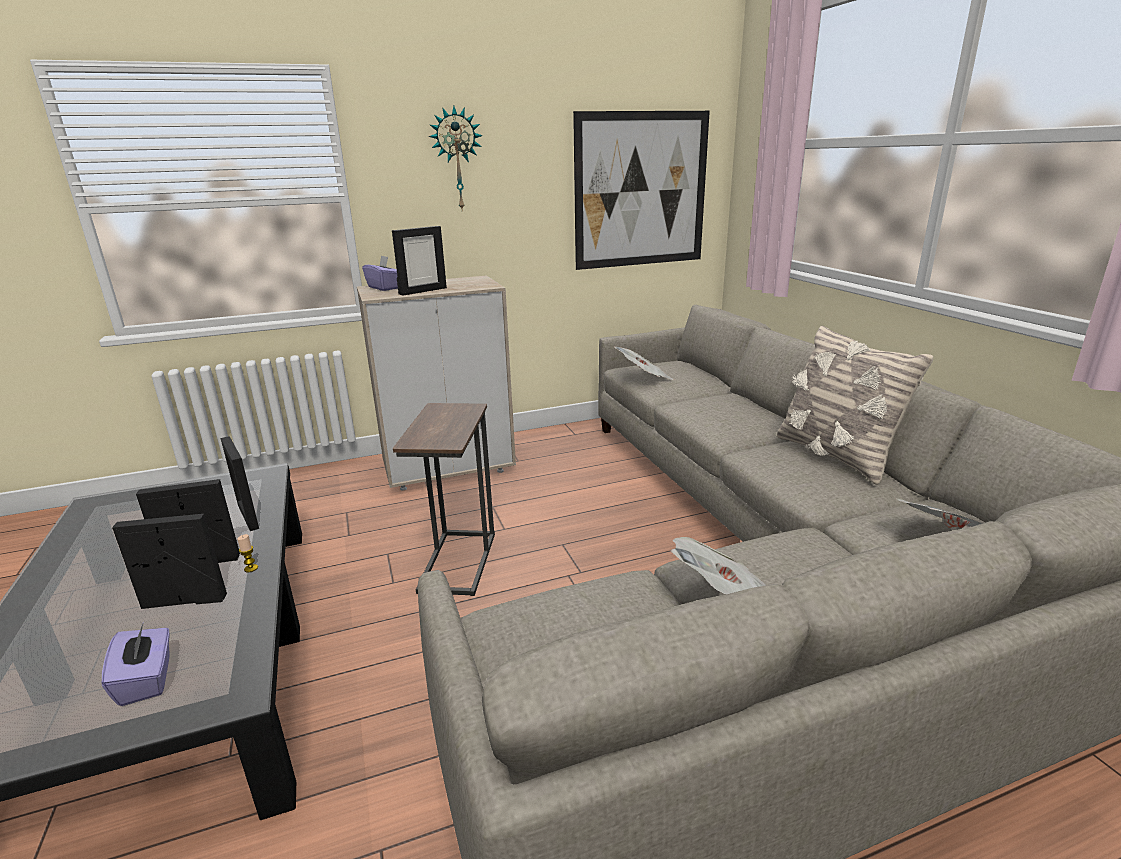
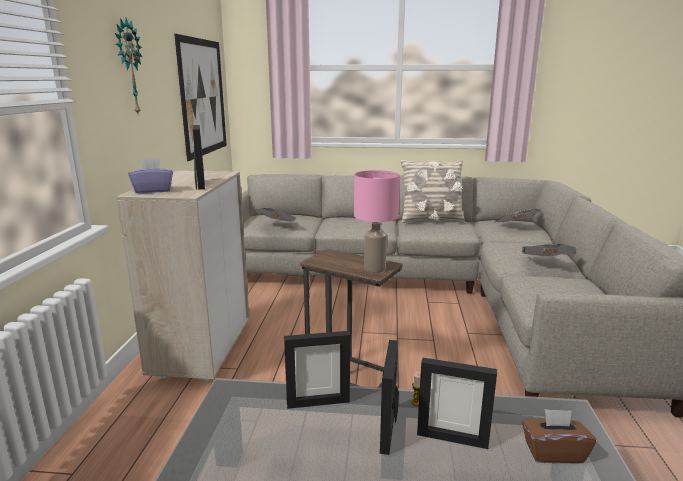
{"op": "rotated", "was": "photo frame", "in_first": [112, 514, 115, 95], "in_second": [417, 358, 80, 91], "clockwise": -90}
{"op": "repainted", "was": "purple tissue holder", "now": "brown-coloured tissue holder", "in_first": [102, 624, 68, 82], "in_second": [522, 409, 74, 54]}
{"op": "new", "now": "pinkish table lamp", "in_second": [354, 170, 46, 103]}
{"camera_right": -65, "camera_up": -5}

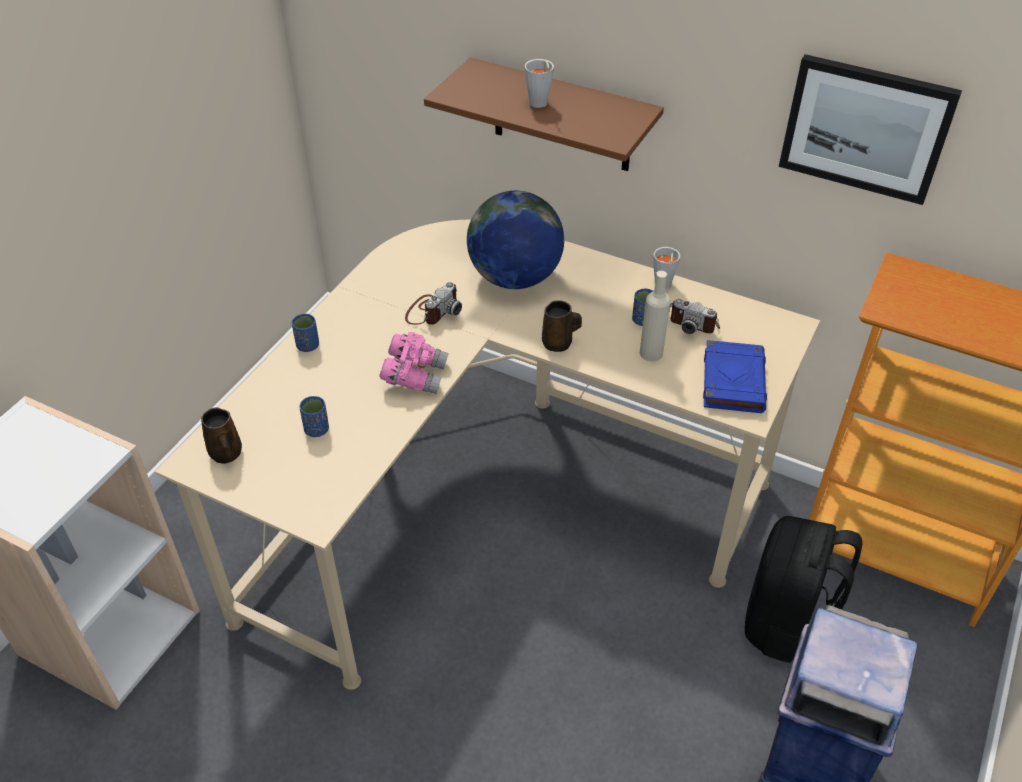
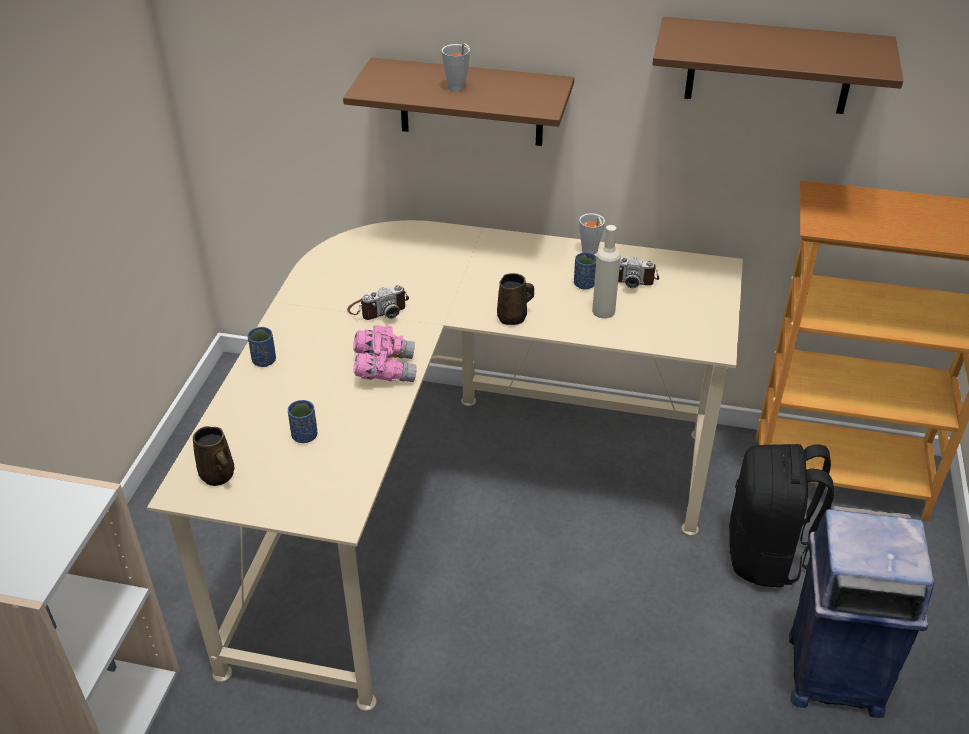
{"op": "swapped", "was": "picture", "now": "brown-coloured bracket shelf", "in_first": [779, 54, 183, 151], "in_second": [652, 17, 251, 97]}
{"op": "gone", "was": "desk globe", "in_first": [467, 191, 97, 98]}
{"op": "rotated", "was": "photo camera", "in_first": [405, 282, 57, 43], "in_second": [347, 285, 62, 35], "clockwise": 45}
{"op": "gone", "was": "bluish volume", "in_first": [703, 340, 64, 73]}
{"camera_right": -15, "camera_up": -5}

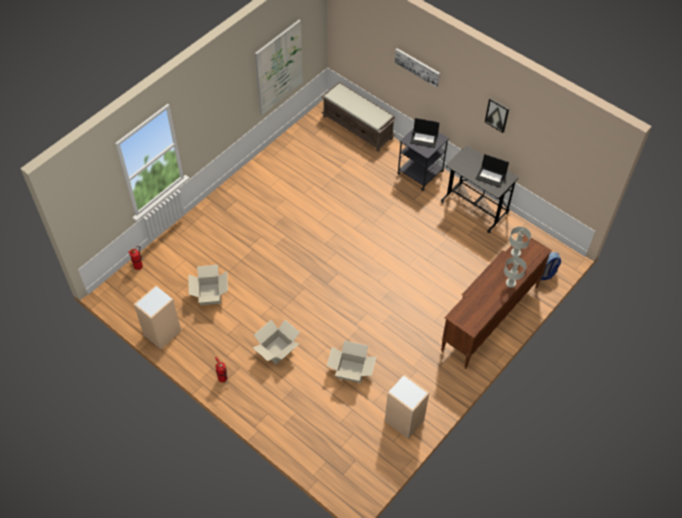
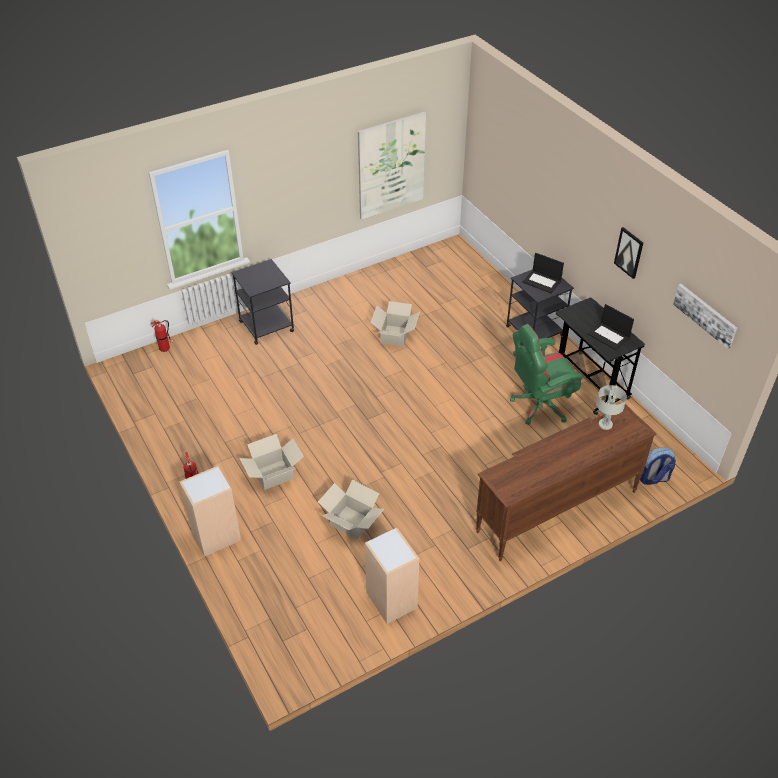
{"op": "shifted", "was": "picture", "in_first": [395, 48, 45, 39], "in_second": [673, 284, 64, 65]}
{"op": "gone", "was": "brown-coloured long seat", "in_first": [322, 82, 74, 70]}
{"op": "gone", "was": "grey table lamp", "in_first": [504, 257, 22, 31]}
{"op": "shifted", "was": "carton", "in_first": [188, 265, 40, 40], "in_second": [370, 301, 50, 46]}
{"op": "shifted", "was": "bookshelf", "in_first": [134, 285, 47, 65], "in_second": [180, 466, 61, 90]}
{"op": "new", "now": "black-coloured cart", "in_second": [231, 259, 63, 86]}
{"op": "new", "now": "green desk chair", "in_second": [510, 324, 73, 101]}
{"camera_right": 20, "camera_up": -10}

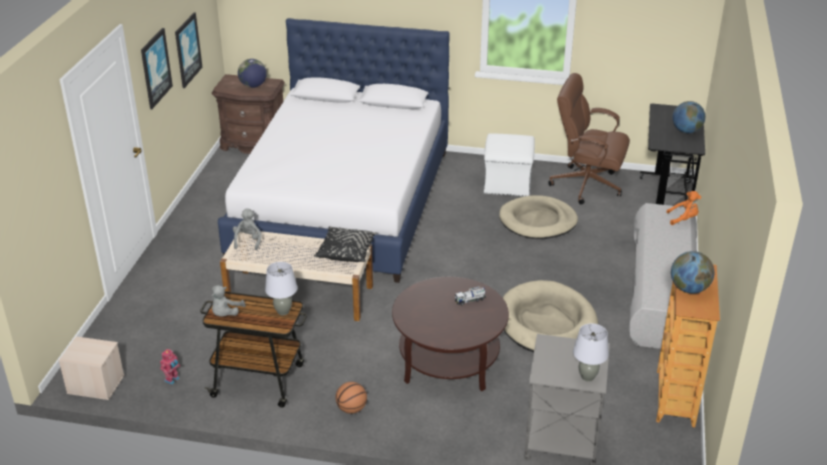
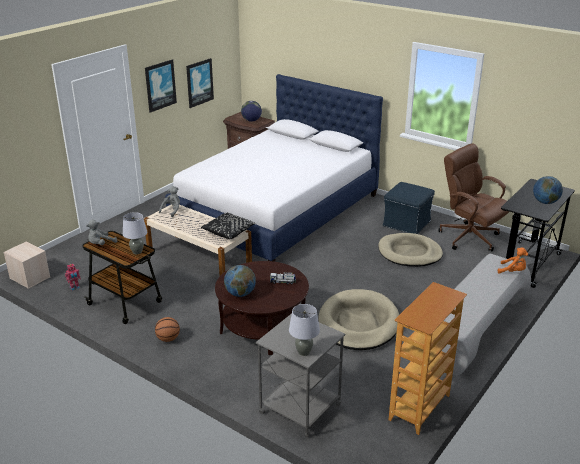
{"op": "repainted", "was": "whitish ottoman", "now": "bluish ottoman", "in_first": [483, 133, 52, 63], "in_second": [383, 182, 52, 52]}
{"op": "shifted", "was": "desk globe", "in_first": [671, 251, 44, 43], "in_second": [224, 265, 32, 32]}
{"camera_right": 25, "camera_up": -5}

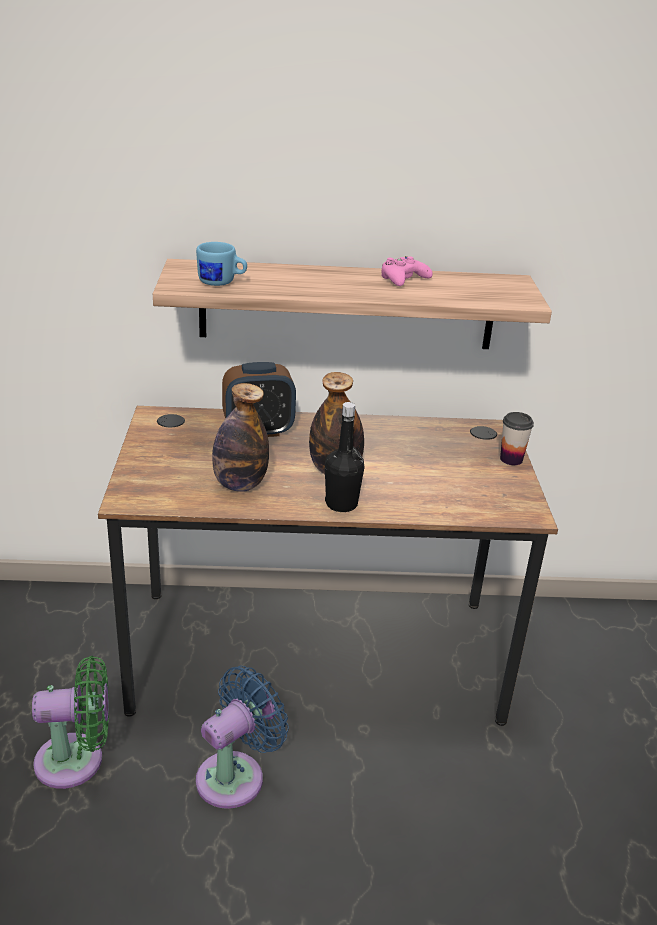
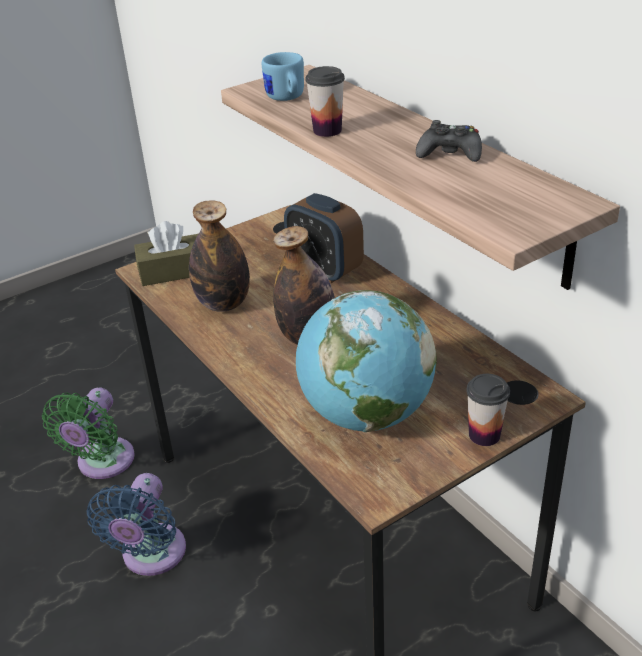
{"op": "repainted", "was": "pinkish joypad", "now": "black-coloured joypad", "in_first": [381, 256, 52, 30], "in_second": [416, 120, 66, 42]}
{"op": "gone", "was": "black-coloured bottle", "in_first": [325, 402, 39, 110]}
{"op": "rotated", "was": "green cooling fan", "in_first": [32, 656, 77, 133], "in_second": [42, 387, 93, 92], "clockwise": 60}
{"op": "rotated", "was": "bluish cooling fan", "in_first": [196, 666, 93, 143], "in_second": [87, 473, 99, 103], "clockwise": 90}
{"op": "new", "now": "drinking cup", "in_second": [306, 66, 39, 71]}
{"op": "new", "now": "brown-coloured tissue holder", "in_second": [134, 221, 64, 65]}
{"op": "new", "now": "desk globe", "in_second": [296, 290, 141, 142]}
{"camera_right": 60, "camera_up": 5}

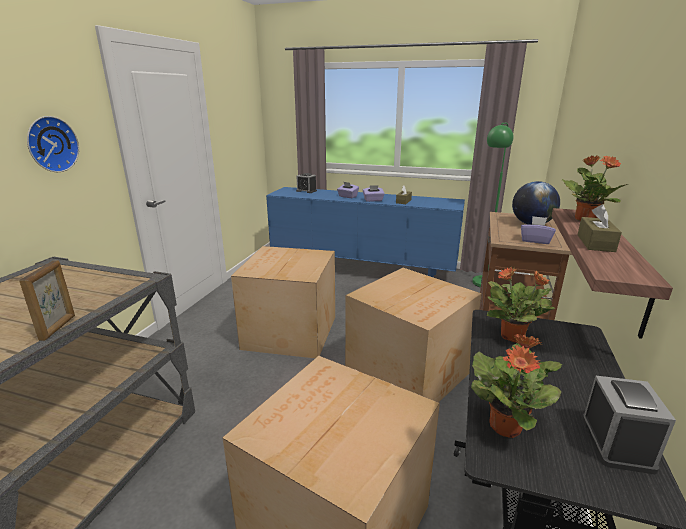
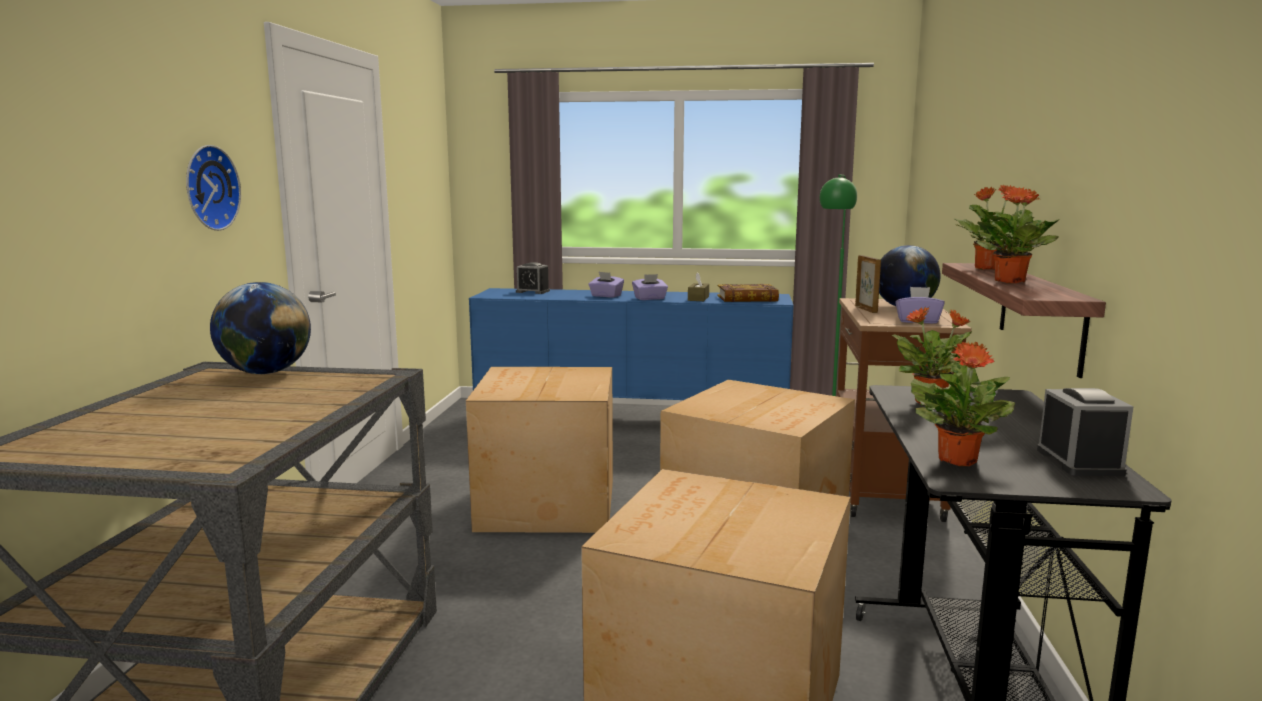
{"op": "swapped", "was": "brown-coloured tissue holder", "now": "potted plant", "in_first": [577, 204, 45, 48], "in_second": [976, 187, 84, 96]}
{"op": "shifted", "was": "photo frame", "in_first": [19, 260, 56, 81], "in_second": [855, 255, 26, 58]}
{"op": "new", "now": "desk globe", "in_second": [210, 282, 101, 92]}
{"op": "new", "now": "volume", "in_second": [717, 284, 62, 18]}
{"camera_right": -10, "camera_up": -10}

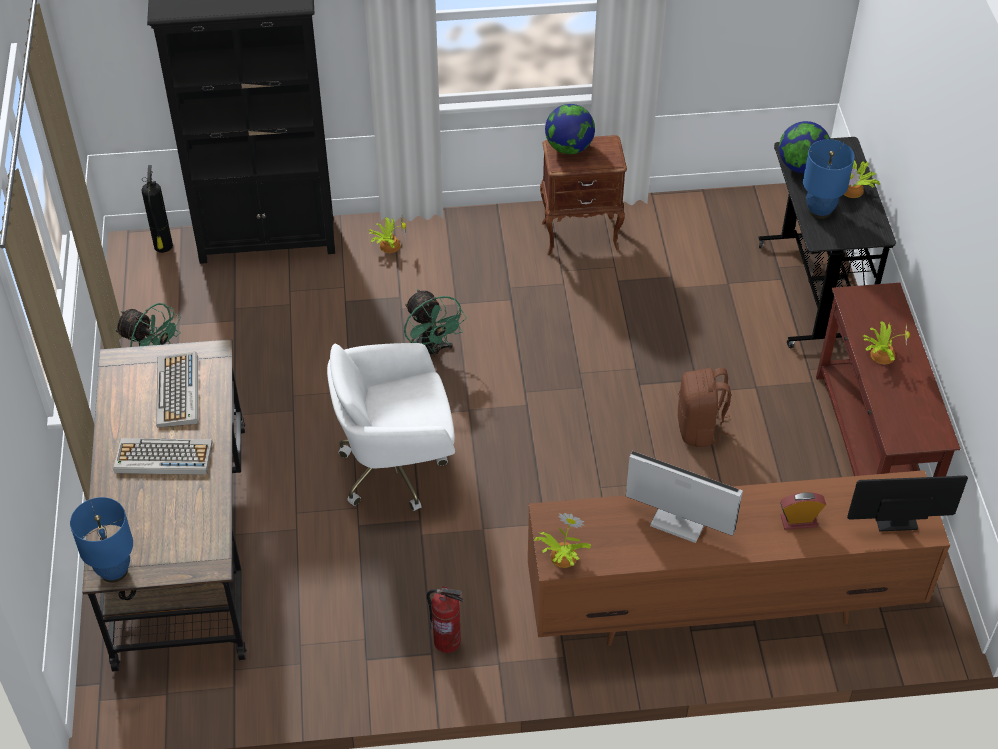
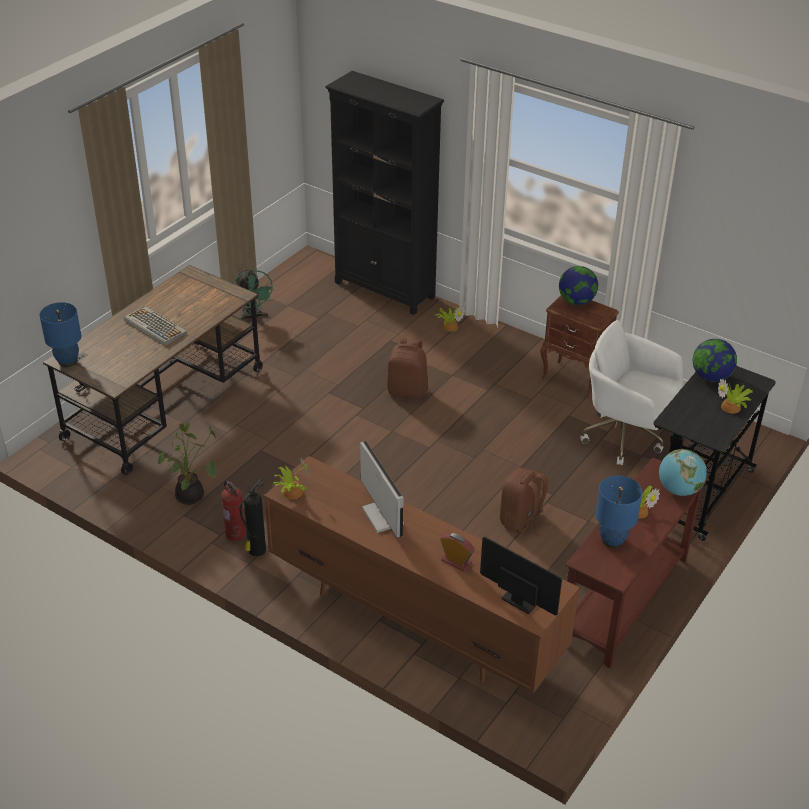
{"op": "shifted", "was": "bluish table lamp", "in_first": [803, 139, 52, 80], "in_second": [595, 475, 47, 73]}
{"op": "shifted", "was": "fire-fighting cylinder", "in_first": [141, 165, 32, 88], "in_second": [240, 478, 26, 79]}
{"op": "swapped", "was": "green cooling fan", "now": "brown-coloured backpack", "in_first": [404, 289, 63, 68], "in_second": [387, 338, 41, 61]}
{"op": "shifted", "was": "whitish desk chair", "in_first": [327, 343, 128, 168], "in_second": [580, 320, 103, 145]}
{"op": "gone", "was": "keyboard", "in_first": [156, 352, 42, 75]}
{"op": "new", "now": "potted plant", "in_second": [157, 423, 60, 82]}
{"op": "new", "now": "desk globe", "in_second": [659, 449, 48, 47]}
{"camera_right": 40, "camera_up": -10}

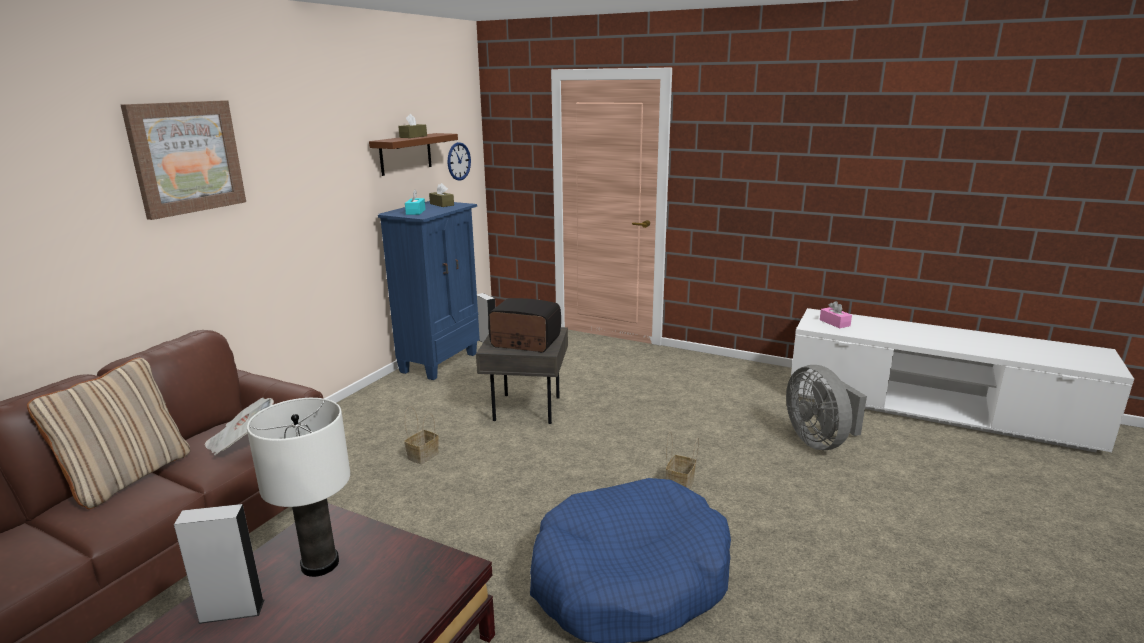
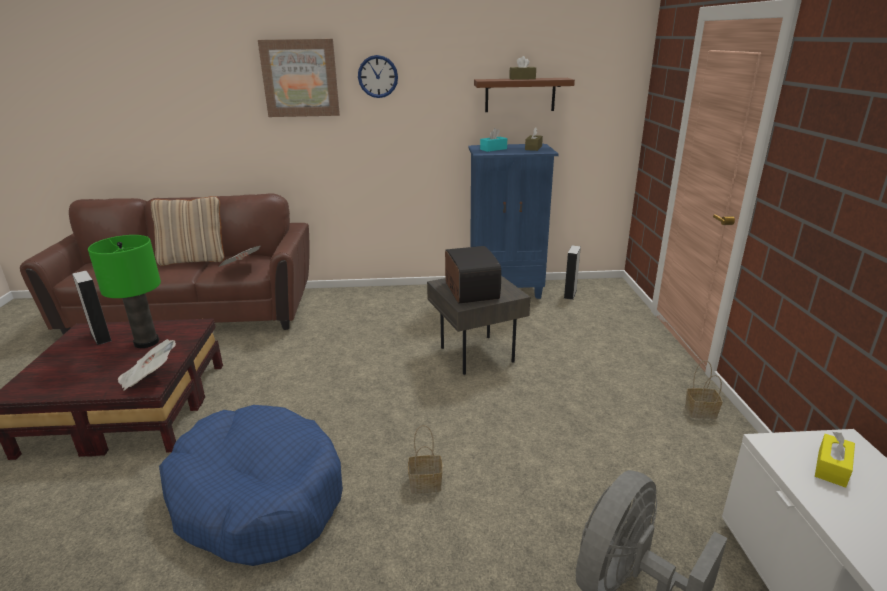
{"op": "shifted", "was": "wall clock", "in_first": [448, 142, 23, 38], "in_second": [358, 55, 40, 43]}
{"op": "repainted", "was": "pinkish tissue holder", "now": "yellow-coloured tissue holder", "in_first": [820, 301, 32, 27], "in_second": [815, 432, 40, 55]}
{"op": "repainted", "was": "whitish table lamp", "now": "green table lamp", "in_first": [247, 398, 103, 179], "in_second": [88, 235, 73, 113]}
{"op": "shifted", "was": "basket", "in_first": [404, 406, 35, 58], "in_second": [685, 360, 38, 59]}
{"op": "new", "now": "daily paper", "in_second": [117, 339, 59, 52]}
{"camera_right": 60, "camera_up": 5}

